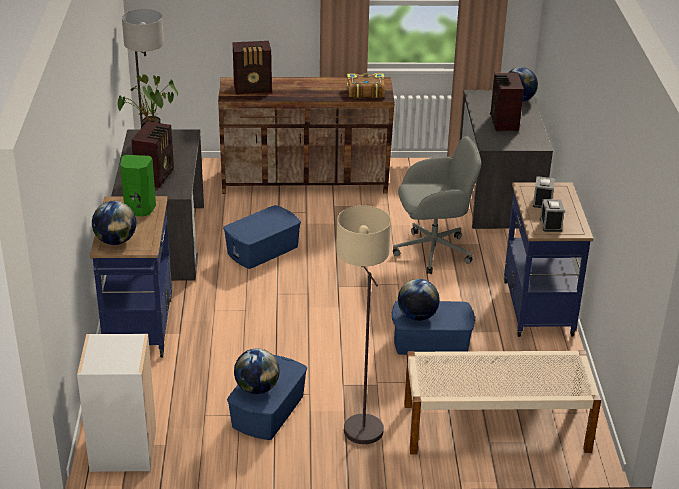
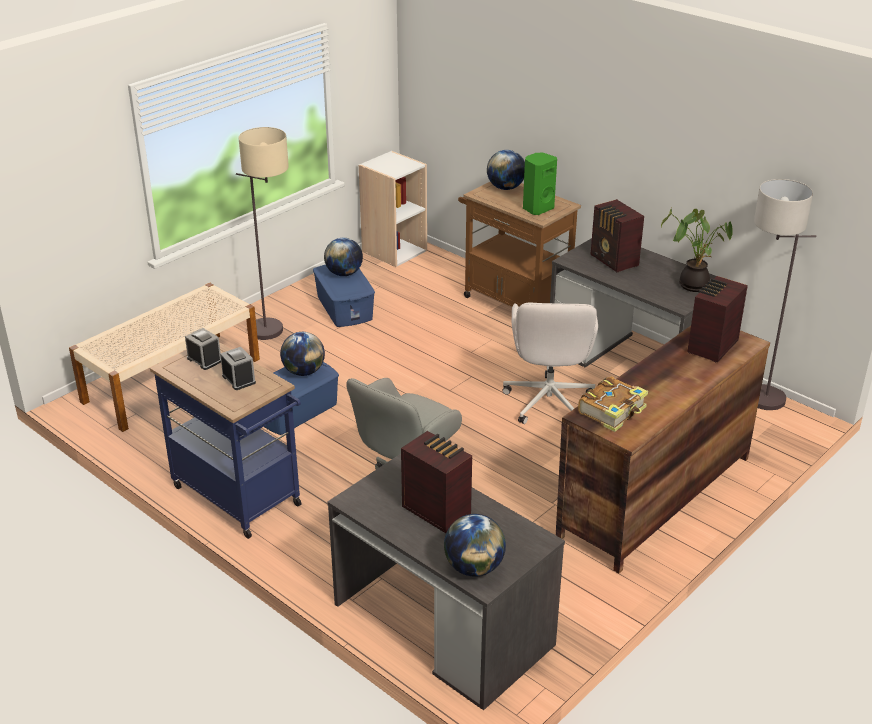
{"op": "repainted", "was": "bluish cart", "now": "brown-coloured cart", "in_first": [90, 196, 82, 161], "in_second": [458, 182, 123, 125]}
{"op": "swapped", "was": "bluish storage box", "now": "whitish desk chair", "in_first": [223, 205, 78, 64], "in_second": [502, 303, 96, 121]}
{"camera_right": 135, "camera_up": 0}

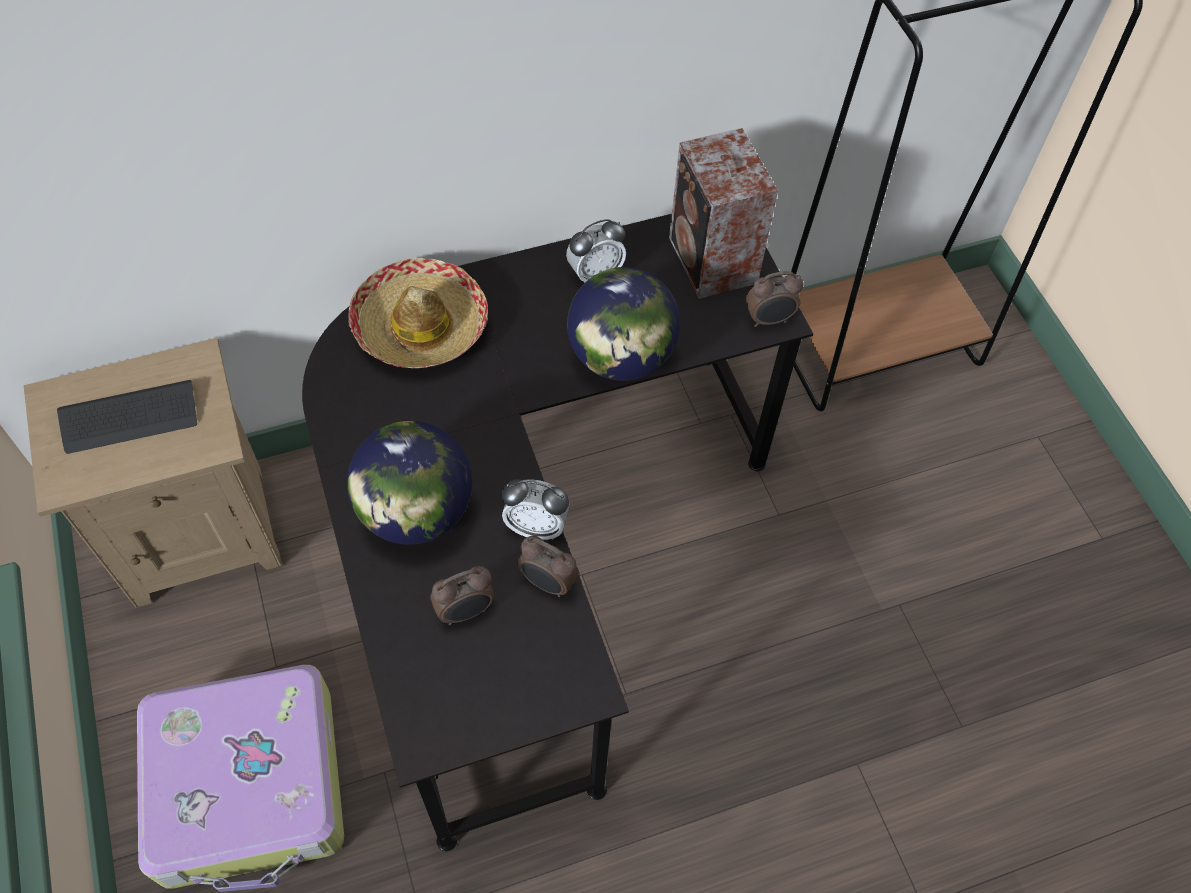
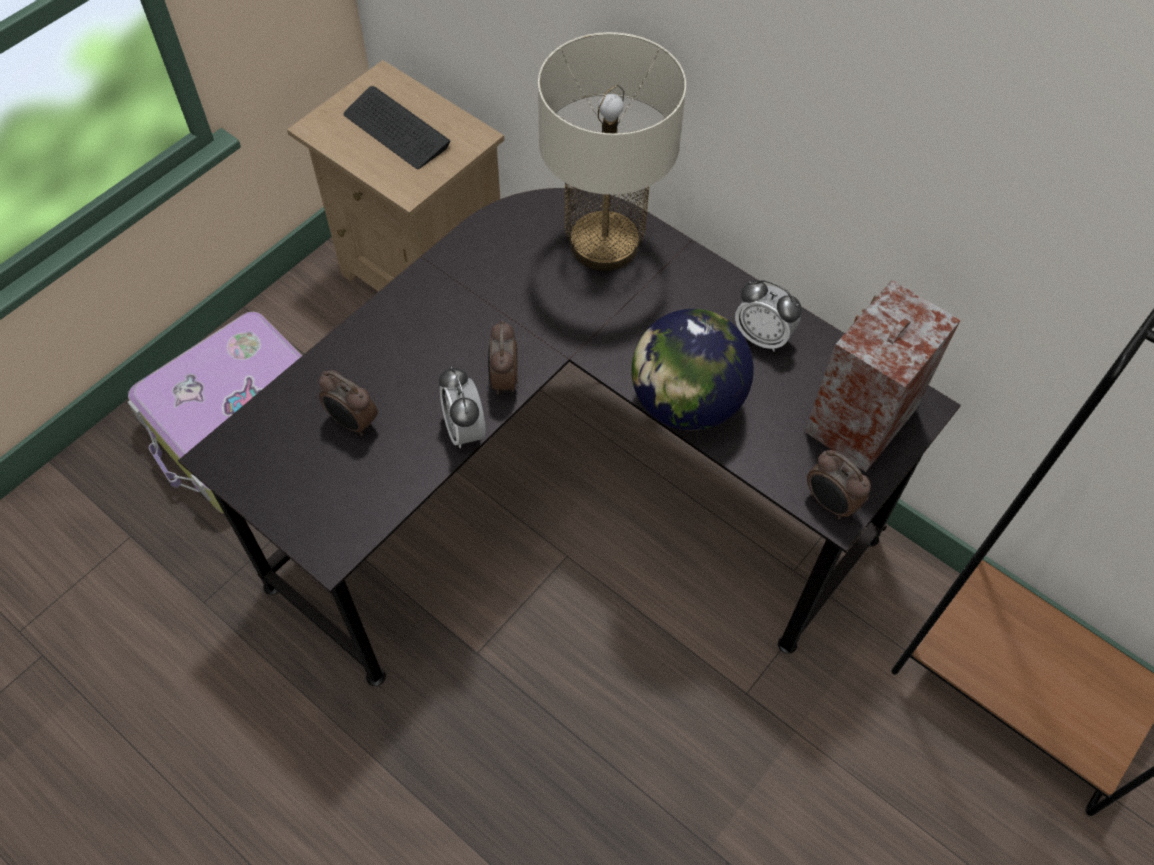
{"op": "swapped", "was": "clothing hat", "now": "table lamp", "in_first": [349, 258, 139, 110], "in_second": [538, 32, 148, 239]}
{"op": "gone", "was": "desk globe", "in_first": [347, 421, 125, 124]}
{"op": "shifted", "was": "alarm clock", "in_first": [517, 536, 62, 61], "in_second": [488, 320, 30, 74]}
{"camera_right": 60, "camera_up": 0}

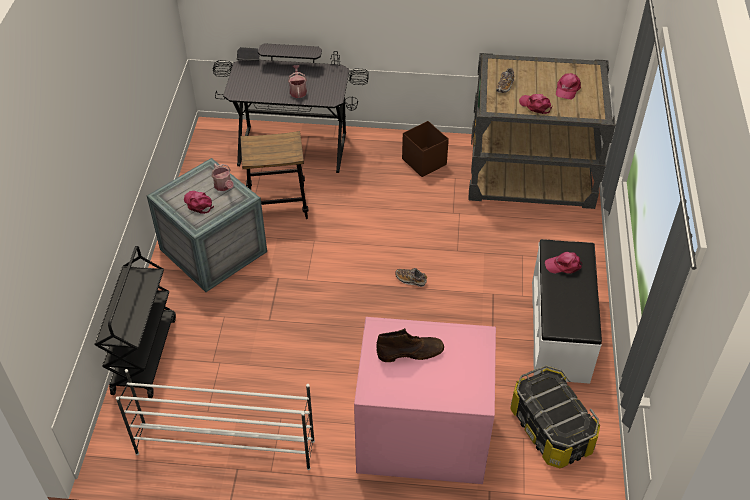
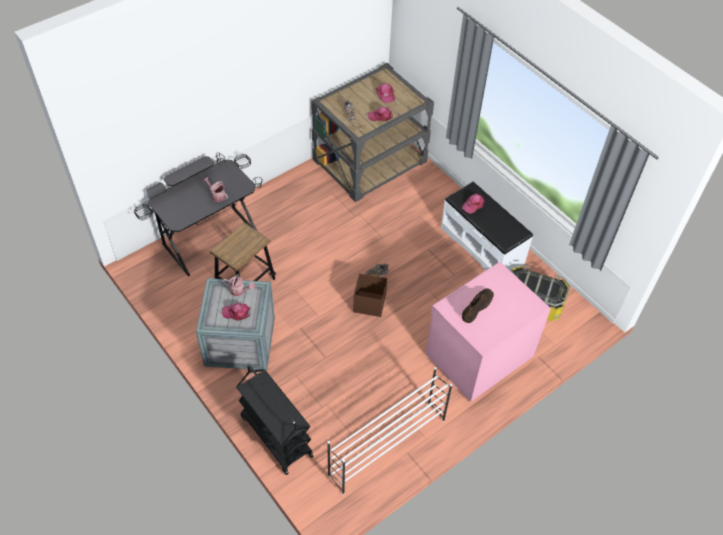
{"op": "shifted", "was": "brown-coloured storage box", "in_first": [402, 121, 47, 56], "in_second": [353, 274, 34, 43]}
{"camera_right": -45, "camera_up": 5}

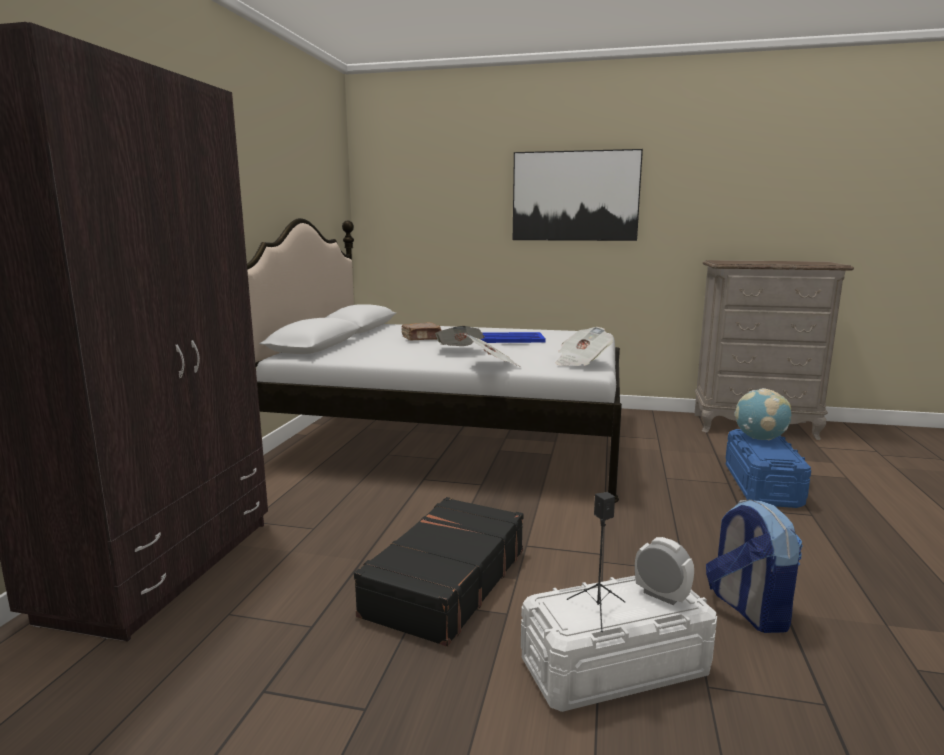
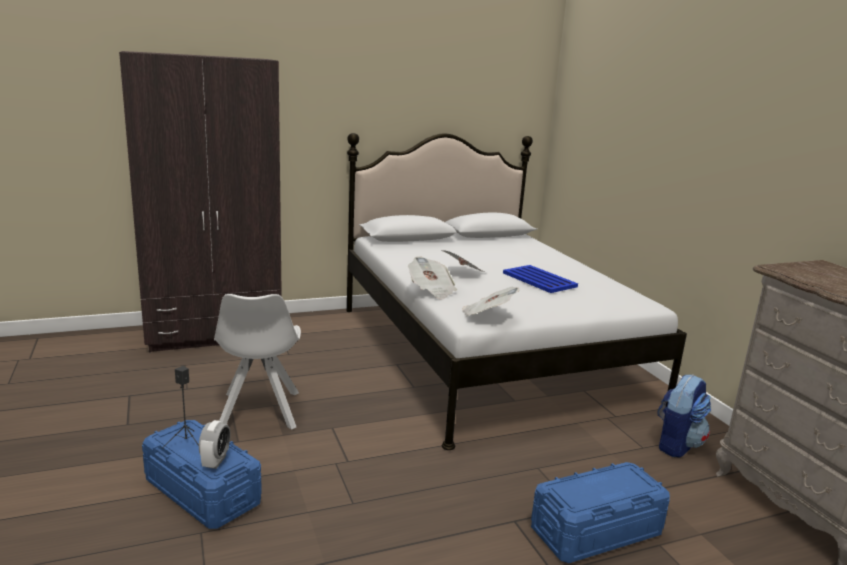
{"op": "gone", "was": "picture", "in_first": [513, 149, 130, 92]}
{"op": "gone", "was": "brown-coloured volume", "in_first": [401, 322, 41, 18]}
{"op": "gone", "was": "desk globe", "in_first": [734, 388, 57, 53]}
{"op": "swapped", "was": "black-coloured suitcase", "now": "whitish plain chair", "in_first": [354, 497, 170, 150], "in_second": [214, 294, 87, 135]}
{"op": "shifted", "was": "backpack", "in_first": [706, 499, 97, 134], "in_second": [658, 374, 53, 84]}
{"op": "repainted", "was": "whitish storage box", "now": "bluish storage box", "in_first": [521, 576, 196, 136], "in_second": [142, 420, 120, 109]}
{"camera_right": 55, "camera_up": 5}

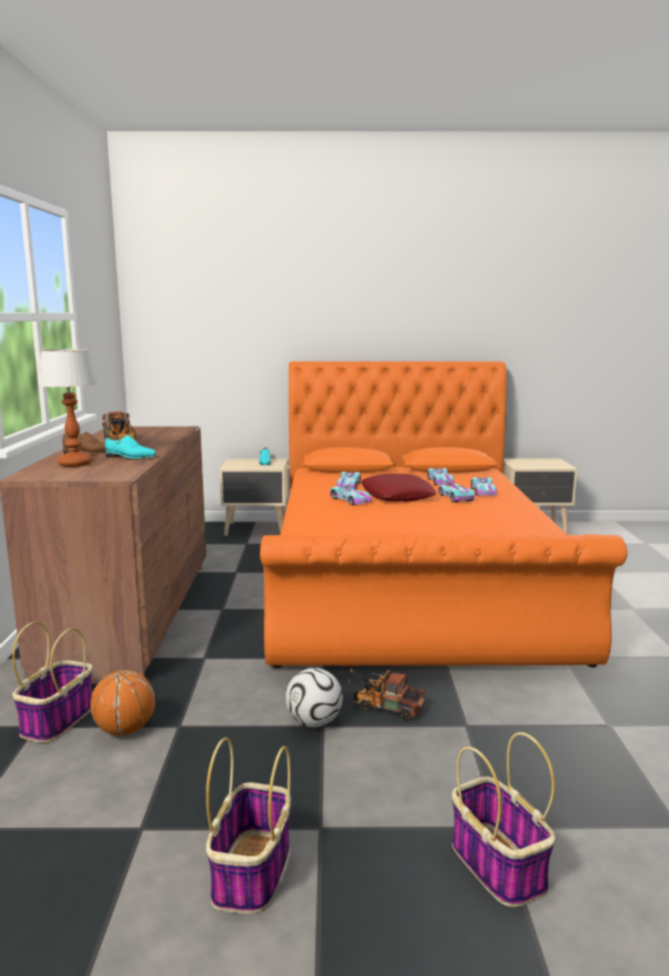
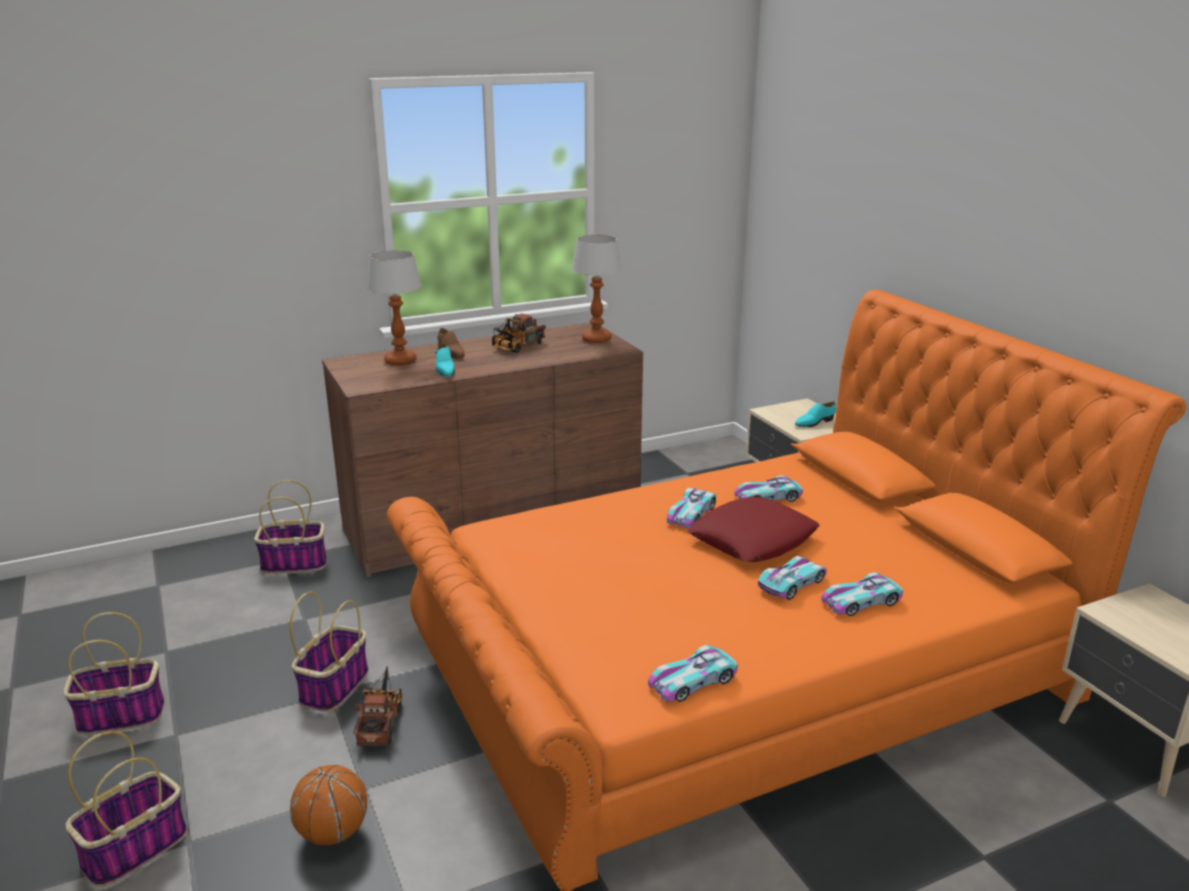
{"op": "shifted", "was": "toy car", "in_first": [427, 467, 27, 18], "in_second": [648, 645, 90, 57]}
{"op": "swapped", "was": "ball for football", "now": "basket", "in_first": [286, 668, 57, 59], "in_second": [290, 592, 79, 120]}
{"op": "shifted", "was": "basketball", "in_first": [90, 670, 65, 66], "in_second": [290, 765, 77, 80]}
{"op": "new", "now": "table lamp", "in_second": [572, 235, 50, 108]}
{"camera_right": 65, "camera_up": 10}

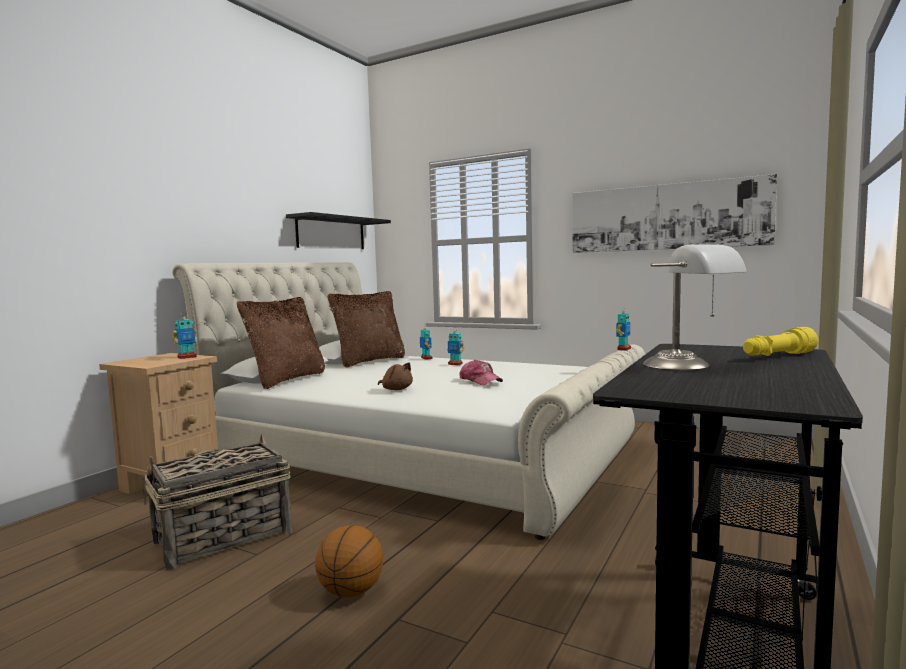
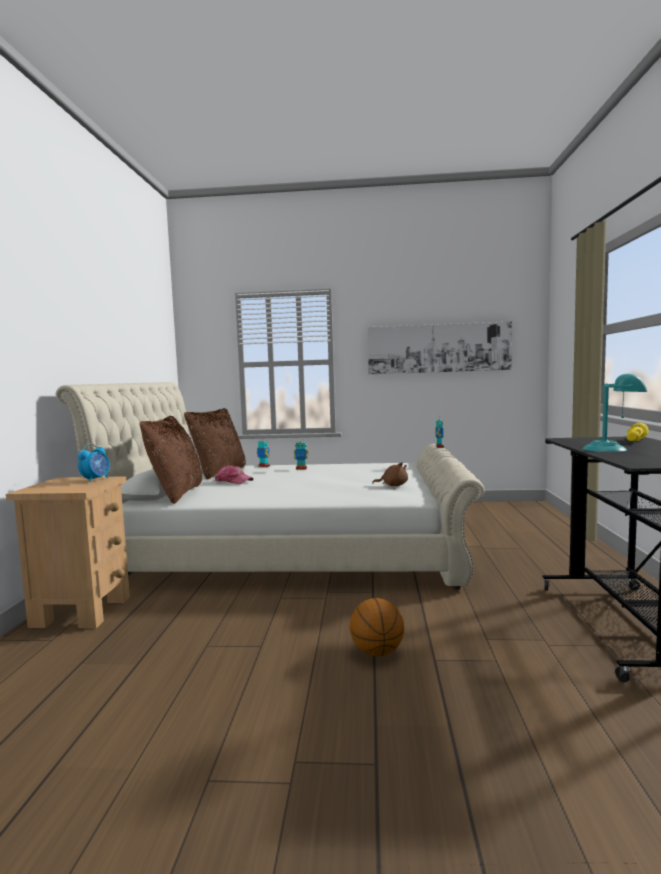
{"op": "gone", "was": "black-coloured bracket shelf", "in_first": [286, 212, 105, 37]}
{"op": "repainted", "was": "whitish table lamp", "now": "blue-green table lamp", "in_first": [643, 244, 104, 126], "in_second": [582, 374, 65, 78]}
{"op": "swapped", "was": "robot figure", "now": "alarm clock", "in_first": [172, 312, 25, 47], "in_second": [78, 443, 32, 39]}
{"op": "shifted", "was": "baseball cap", "in_first": [459, 360, 44, 25], "in_second": [215, 465, 38, 19]}
{"op": "shifted", "was": "brown-coloured cuddly toy", "in_first": [378, 362, 35, 28], "in_second": [372, 463, 36, 23]}
{"op": "gone", "was": "basket", "in_first": [143, 434, 149, 136]}
{"camera_right": -25, "camera_up": 0}

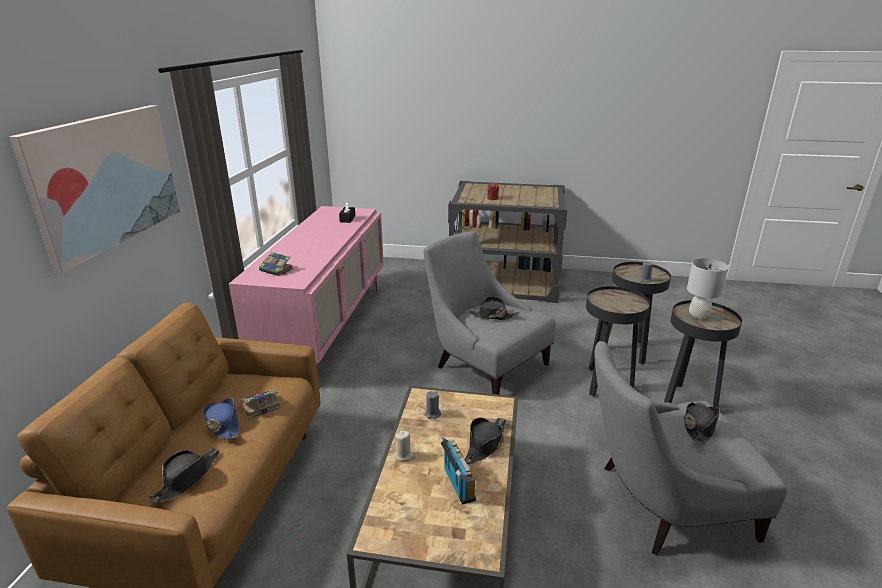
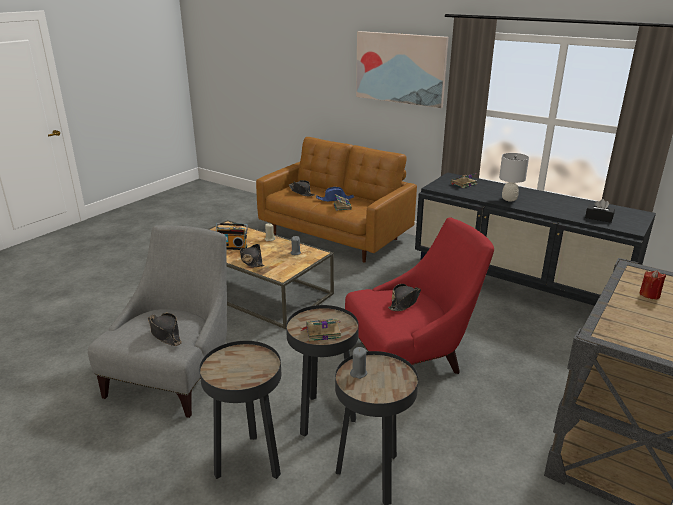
{"op": "repainted", "was": "pinkish cabinet", "now": "black-coloured cabinet", "in_first": [229, 206, 155, 159], "in_second": [415, 173, 241, 133]}
{"op": "repainted", "was": "grey lounge chair", "now": "red-coloured lounge chair", "in_first": [423, 231, 133, 164], "in_second": [345, 217, 149, 157]}
{"op": "shifted", "was": "grey table lamp", "in_first": [687, 258, 42, 61], "in_second": [499, 153, 30, 49]}
{"op": "new", "now": "volume", "in_second": [301, 319, 40, 22]}
{"camera_right": 115, "camera_up": 0}

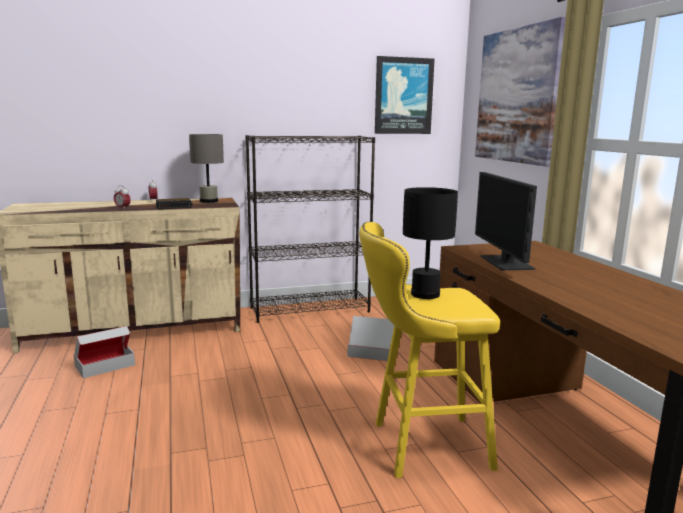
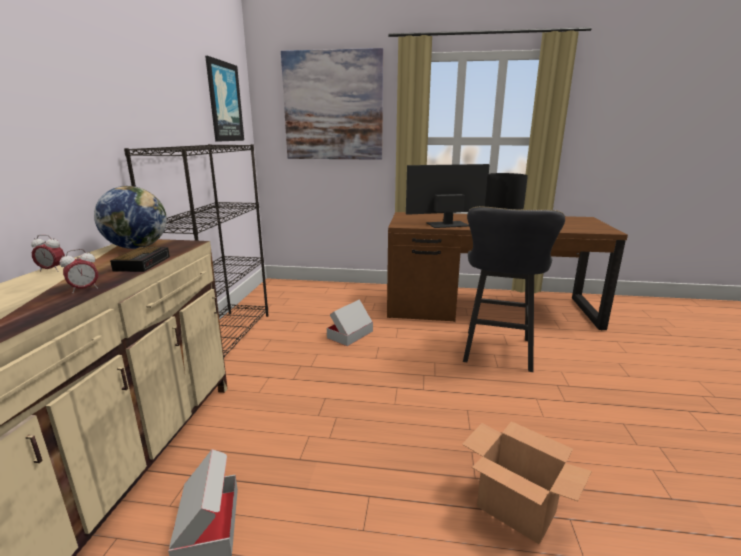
{"op": "swapped", "was": "grey table lamp", "now": "desk globe", "in_first": [189, 134, 35, 69], "in_second": [94, 186, 73, 63]}
{"op": "rotated", "was": "computer screen", "in_first": [475, 172, 62, 98], "in_second": [406, 164, 84, 64], "clockwise": 150}
{"op": "repainted", "was": "yellow-coloured sitting stool", "now": "black-coloured sitting stool", "in_first": [359, 222, 141, 256], "in_second": [463, 206, 102, 166]}
{"op": "new", "now": "carton", "in_second": [462, 421, 130, 123]}
{"camera_right": -65, "camera_up": 5}

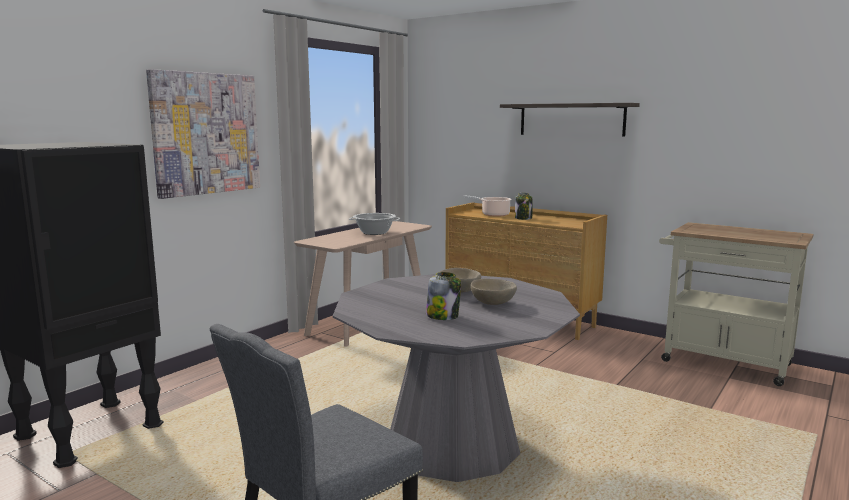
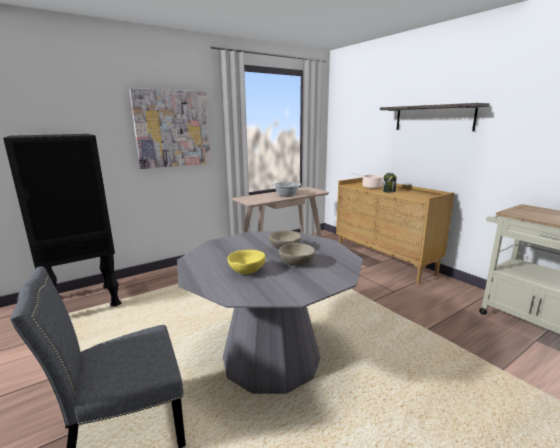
{"op": "swapped", "was": "storage jar", "now": "yellow-coloured bowl", "in_first": [426, 272, 35, 48], "in_second": [228, 250, 37, 24]}
{"camera_right": 20, "camera_up": 5}

